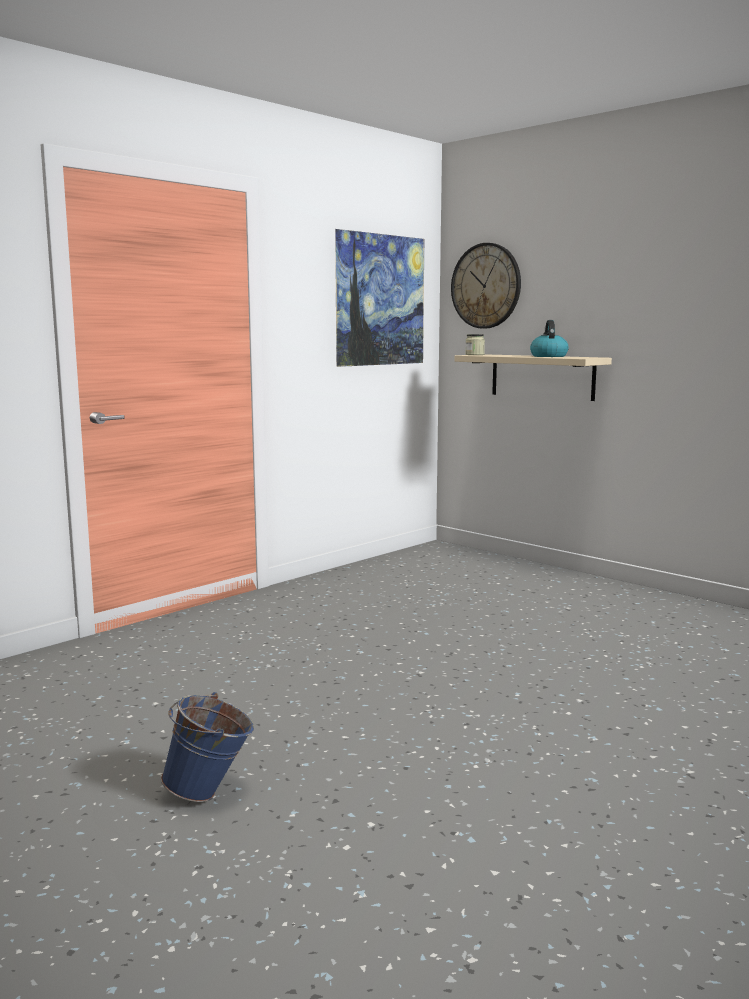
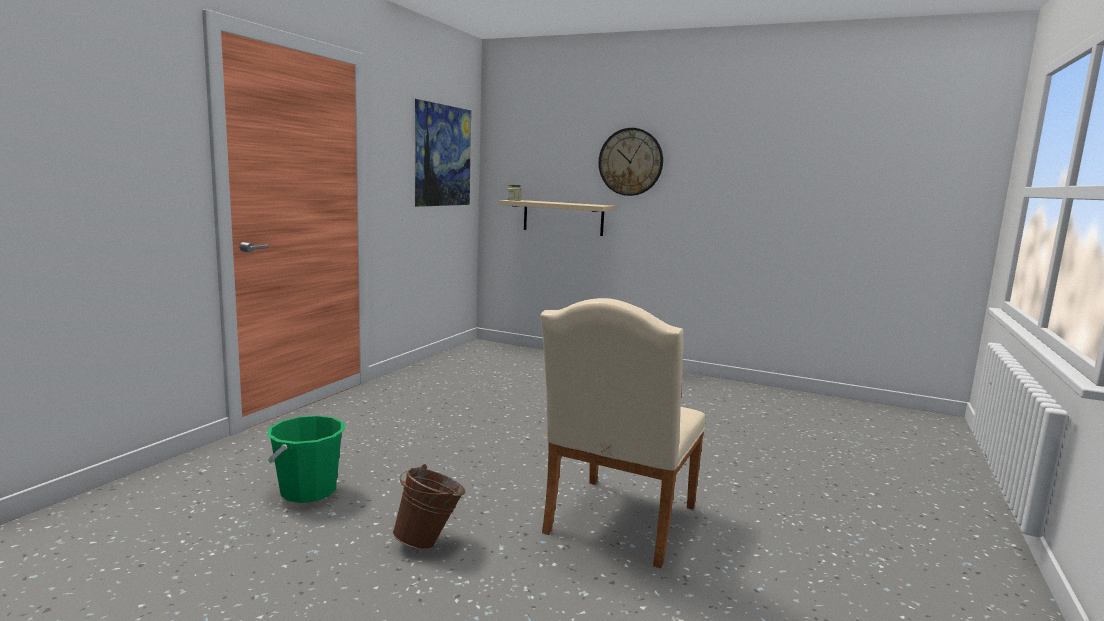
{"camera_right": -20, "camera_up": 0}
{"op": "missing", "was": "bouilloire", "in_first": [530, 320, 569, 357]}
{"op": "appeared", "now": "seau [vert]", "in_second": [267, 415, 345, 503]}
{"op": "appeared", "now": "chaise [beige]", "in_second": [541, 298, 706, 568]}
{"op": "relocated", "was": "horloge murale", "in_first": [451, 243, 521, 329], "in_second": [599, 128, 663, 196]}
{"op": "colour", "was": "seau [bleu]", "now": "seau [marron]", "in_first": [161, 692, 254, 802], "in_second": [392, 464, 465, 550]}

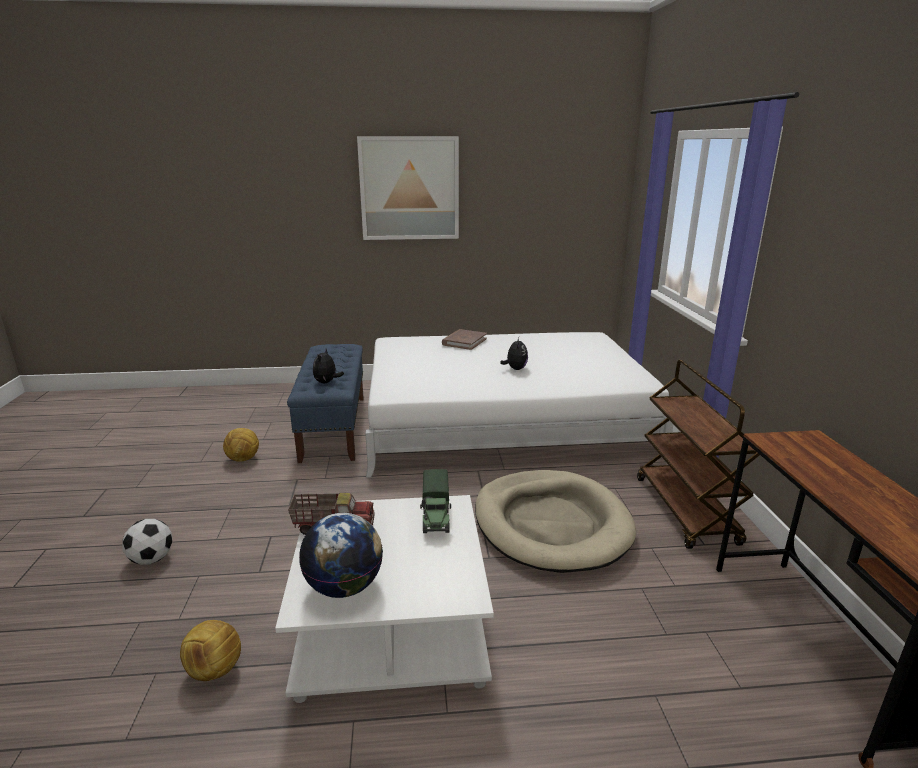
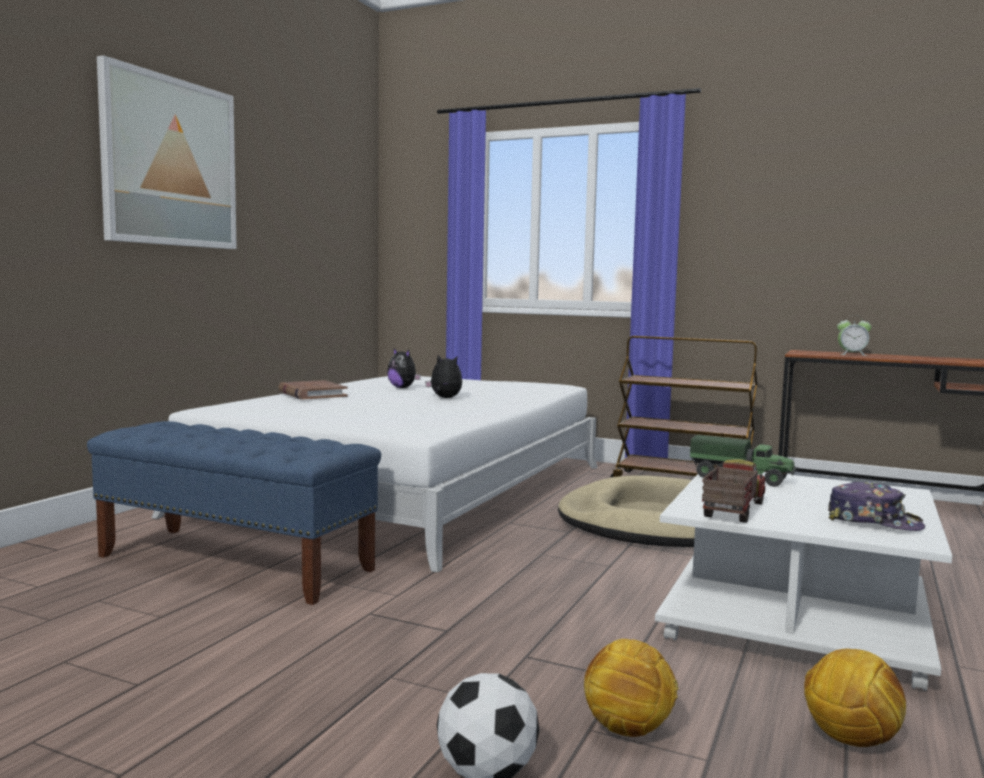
{"camera_right": -60, "camera_up": -15}
{"op": "appeared", "now": "réveil", "in_second": [837, 315, 872, 356]}
{"op": "relocated", "was": "ballon de foot", "in_first": [223, 428, 259, 461], "in_second": [584, 639, 679, 737]}
{"op": "relocated", "was": "peluche", "in_first": [313, 349, 344, 383], "in_second": [387, 348, 421, 388]}
{"op": "exchanged", "was": "globe", "now": "casquette", "in_first": [299, 513, 383, 598], "in_second": [828, 481, 925, 531]}

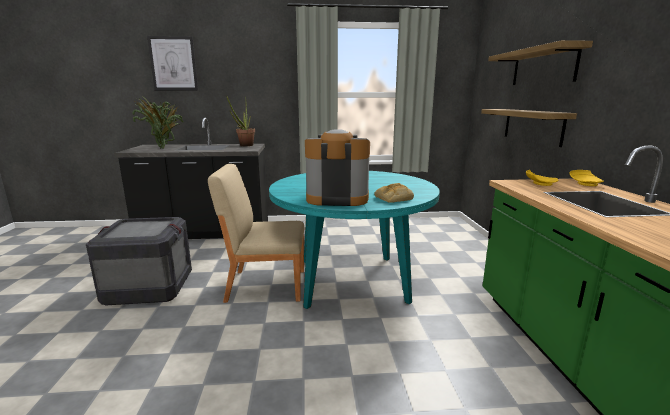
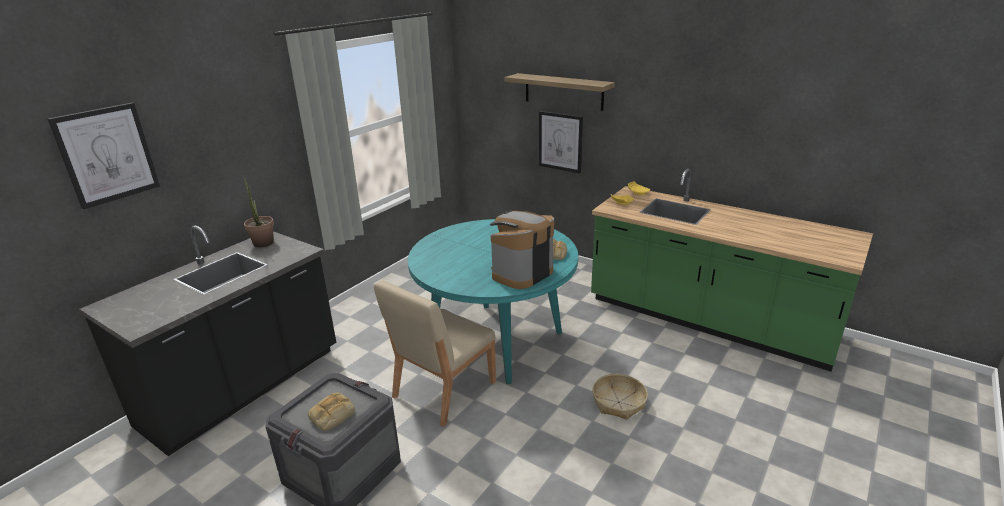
{"camera_right": -50, "camera_up": 10}
{"op": "missing", "was": "plante en pot", "in_first": [132, 97, 184, 149]}
{"op": "appeared", "now": "pain", "in_second": [308, 392, 355, 431]}
{"op": "appeared", "now": "panier", "in_second": [592, 374, 648, 420]}
{"op": "exchanged", "was": "étagère", "now": "tableau", "in_first": [481, 109, 577, 147], "in_second": [539, 111, 583, 174]}

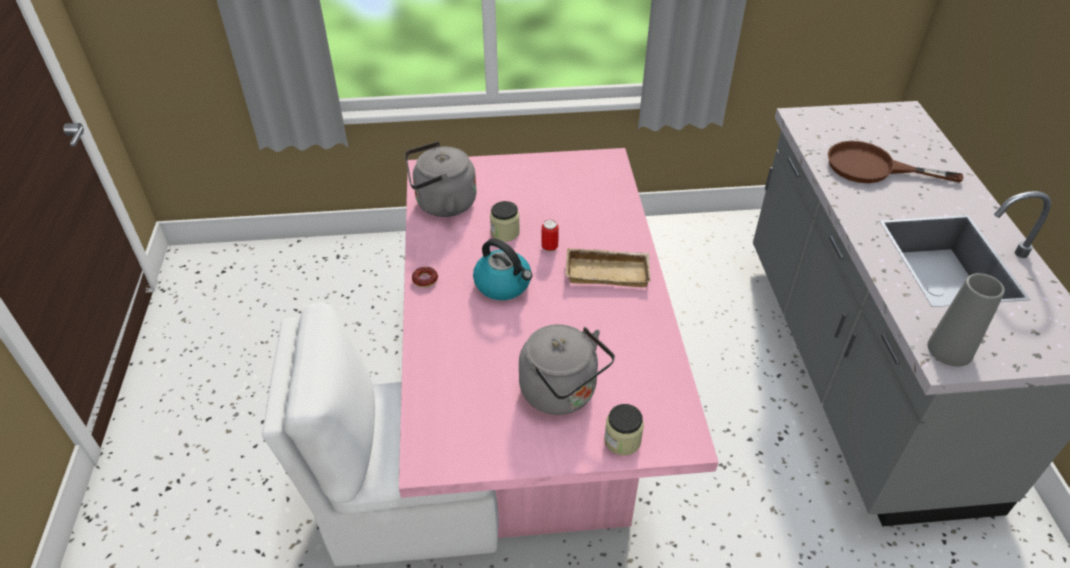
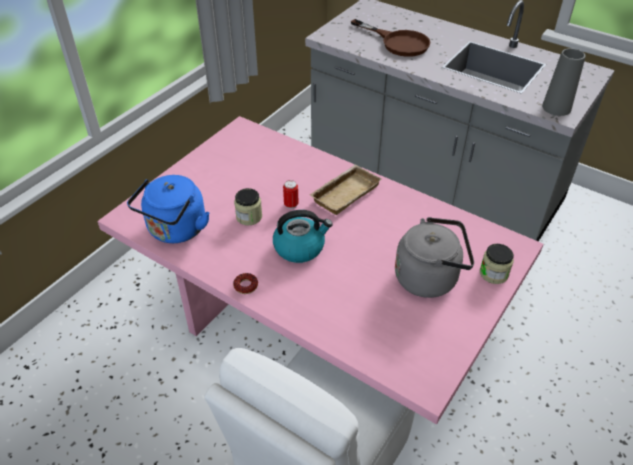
{"camera_right": -50, "camera_up": 0}
{"op": "colour", "was": "bouilloire [gris]", "now": "bouilloire [bleu]", "in_first": [405, 141, 477, 217], "in_second": [127, 175, 209, 243]}
{"op": "spun", "was": "poêle [marron]", "in_first": [828, 141, 963, 183], "in_second": [351, 19, 431, 57], "clockwise": -105}

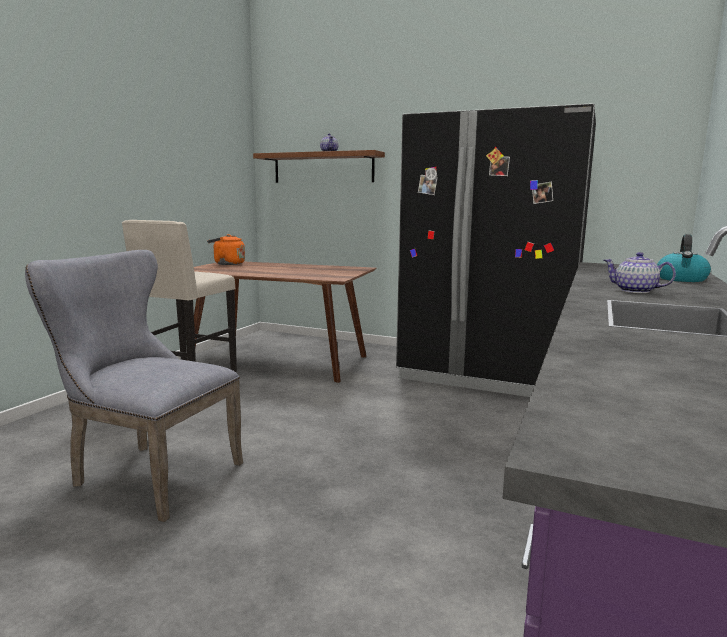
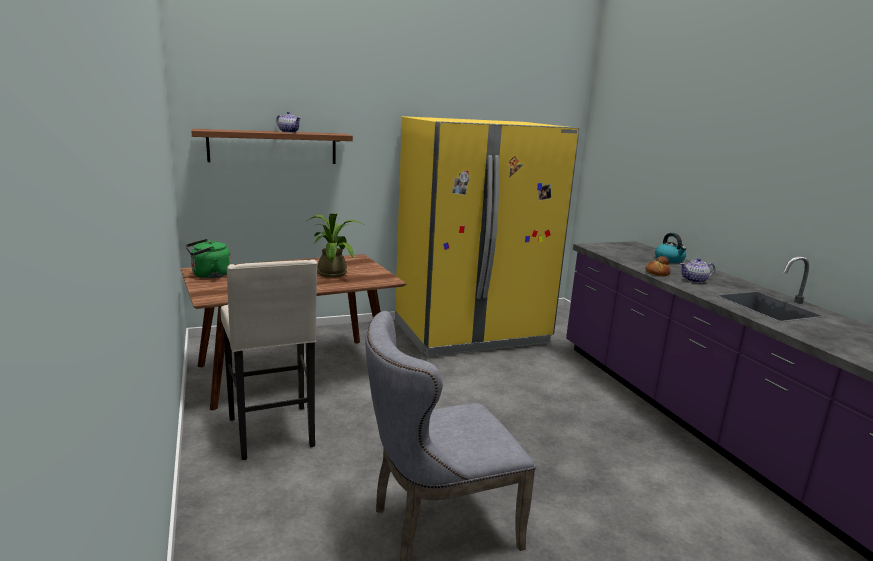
{"camera_right": -45, "camera_up": 5}
{"op": "appeared", "now": "plante en pot", "in_second": [305, 213, 364, 278]}
{"op": "appeared", "now": "pain", "in_second": [645, 256, 670, 276]}
{"op": "colour", "was": "bouilloire [orange]", "now": "bouilloire [vert]", "in_first": [207, 234, 245, 265], "in_second": [186, 239, 231, 279]}
{"op": "colour", "was": "réfrigérateur [noir]", "now": "réfrigérateur [jaune]", "in_first": [396, 103, 596, 397], "in_second": [395, 116, 580, 357]}

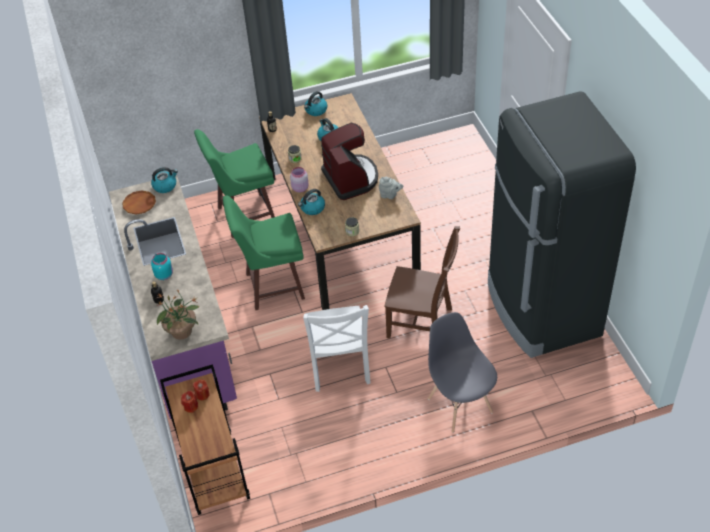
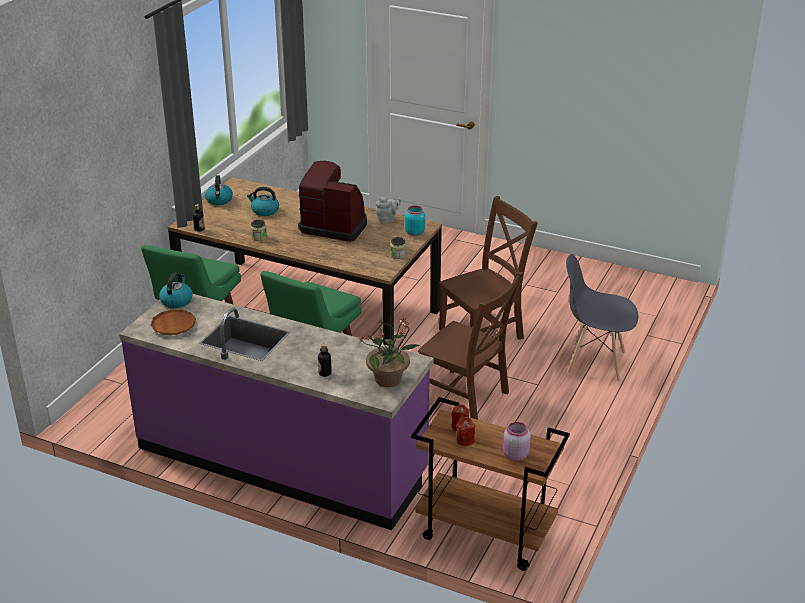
{"camera_right": -50, "camera_up": -15}
{"op": "missing", "was": "bouilloire", "in_first": [298, 189, 325, 215]}
{"op": "missing", "was": "réfrigérateur [noir]", "in_first": [488, 92, 636, 358]}
{"op": "relocated", "was": "bocal [turquoise]", "in_first": [151, 253, 173, 280], "in_second": [405, 205, 425, 236]}
{"op": "relocated", "was": "bocal [rose]", "in_first": [290, 167, 309, 192], "in_second": [503, 422, 530, 461]}
{"op": "colour", "was": "chaise [blanc]", "now": "chaise [marron]", "in_first": [303, 305, 371, 392], "in_second": [418, 271, 523, 420]}

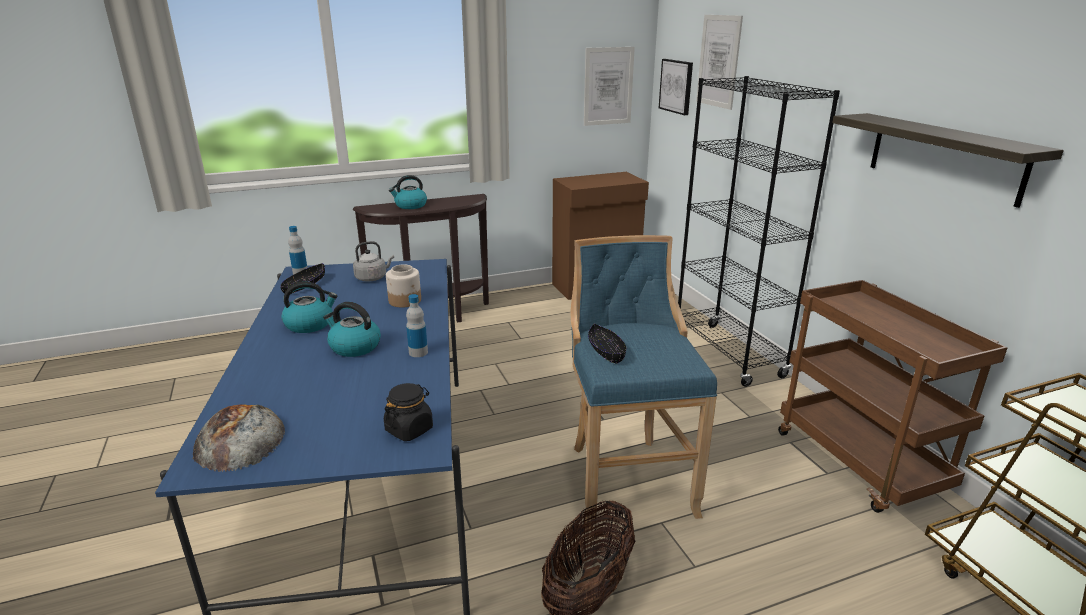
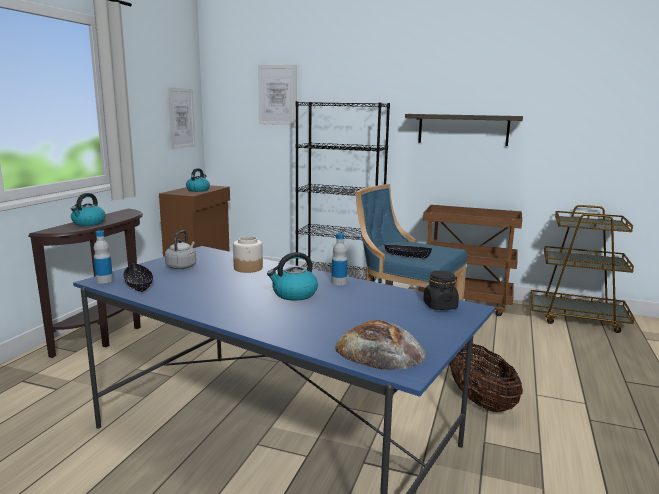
{"camera_right": -50, "camera_up": -10}
{"op": "missing", "was": "tableau", "in_first": [659, 59, 693, 115]}
{"op": "relocated", "was": "bouilloire", "in_first": [281, 282, 337, 333], "in_second": [186, 168, 210, 192]}

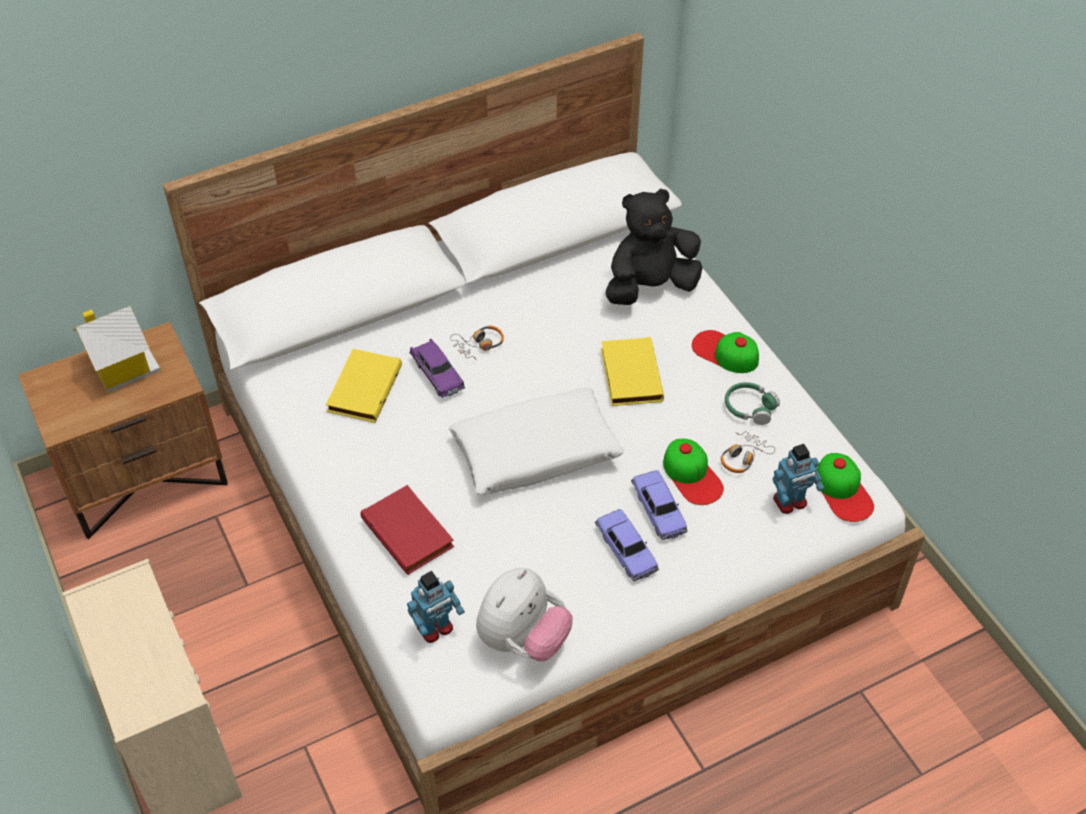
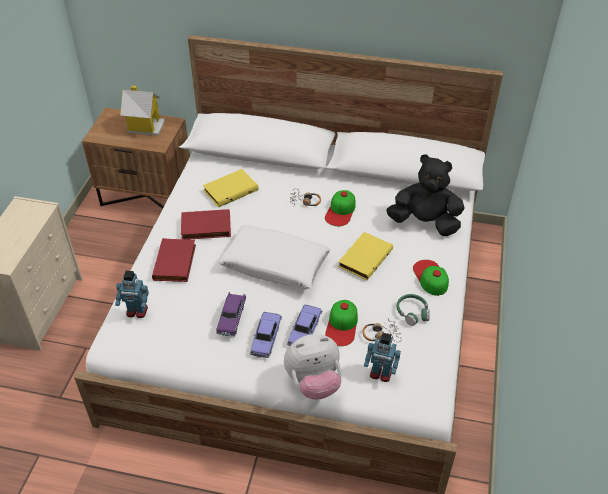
{"camera_right": 40, "camera_up": -5}
{"op": "appeared", "now": "livre [rouge]", "in_second": [181, 209, 231, 240]}
{"op": "relocated", "was": "petite voiture [violet]", "in_first": [409, 339, 465, 398], "in_second": [216, 292, 246, 336]}
{"op": "relocated", "was": "peluche", "in_first": [476, 568, 573, 661], "in_second": [284, 334, 342, 399]}
{"op": "relocated", "was": "casquette", "in_first": [817, 453, 874, 522], "in_second": [325, 190, 355, 226]}

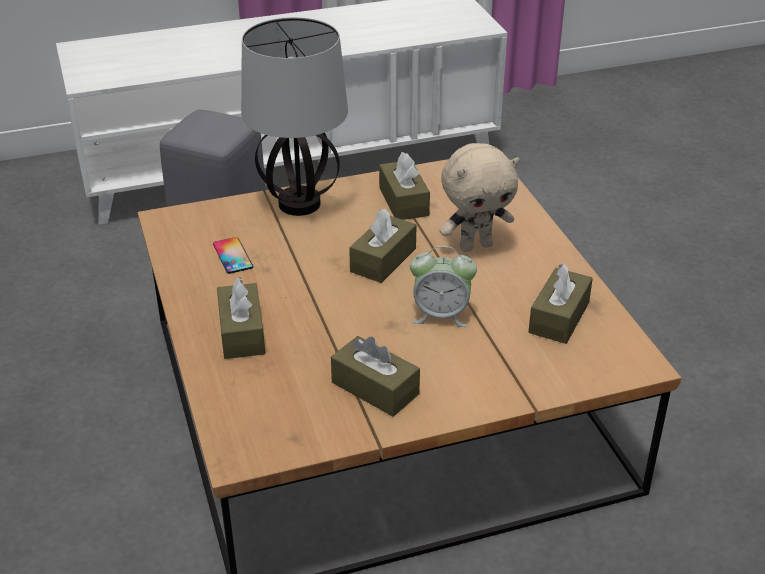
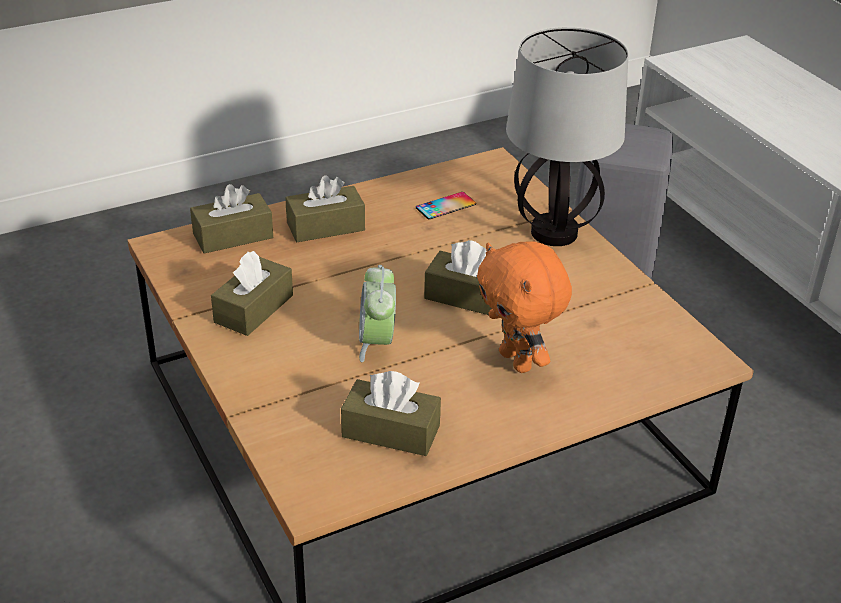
{"camera_right": 80, "camera_up": 0}
{"op": "relocated", "was": "boîte à mouchoirs [marron]", "in_first": [379, 152, 430, 220], "in_second": [190, 184, 273, 254]}
{"op": "colour", "was": "peluche [beige]", "now": "peluche [orange]", "in_first": [439, 143, 519, 252], "in_second": [477, 242, 572, 373]}

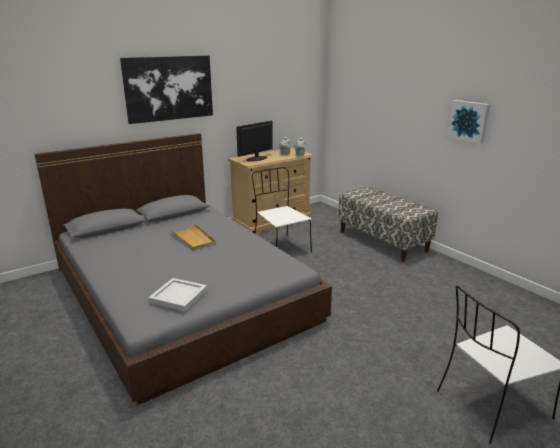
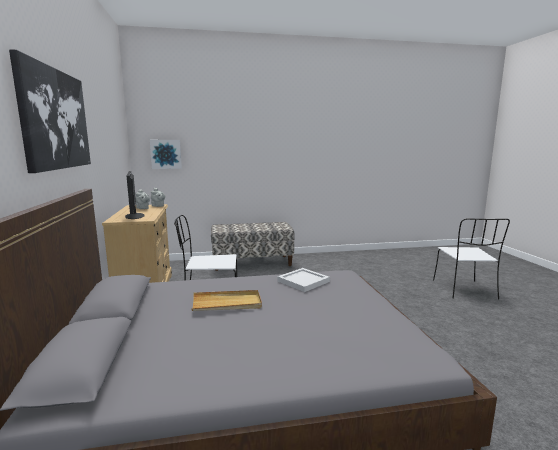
{"camera_right": -65, "camera_up": -10}
{"op": "relocated", "was": "plateau [blanc]", "in_first": [148, 278, 207, 312], "in_second": [277, 268, 330, 292]}
{"op": "relocated", "was": "tableau", "in_first": [448, 100, 490, 144], "in_second": [150, 140, 182, 169]}

